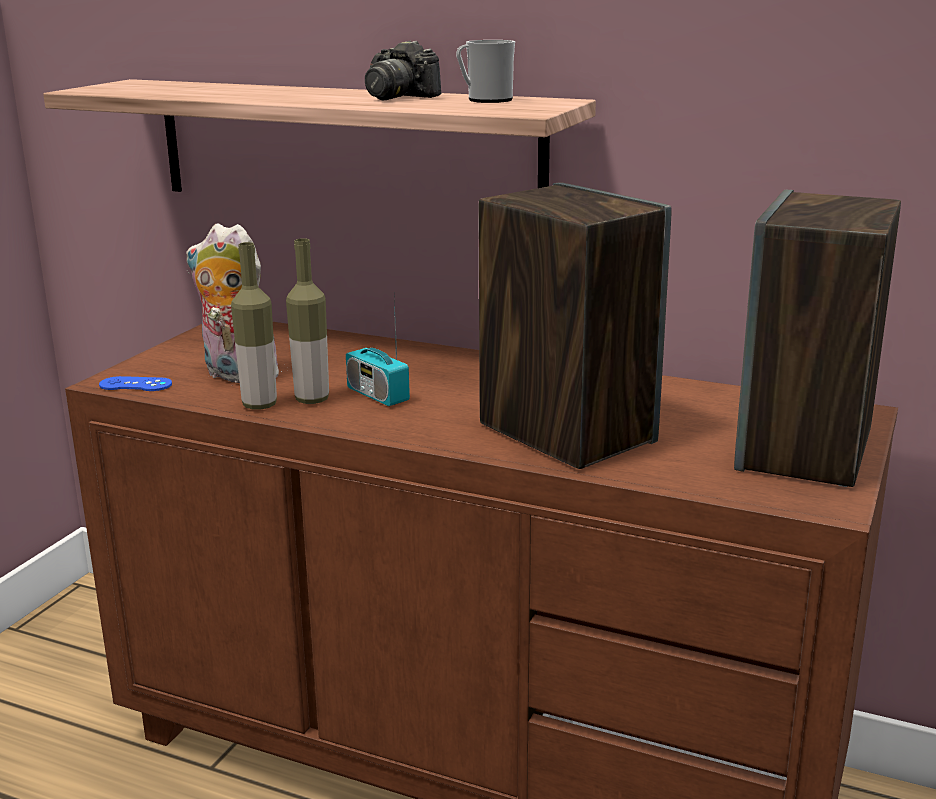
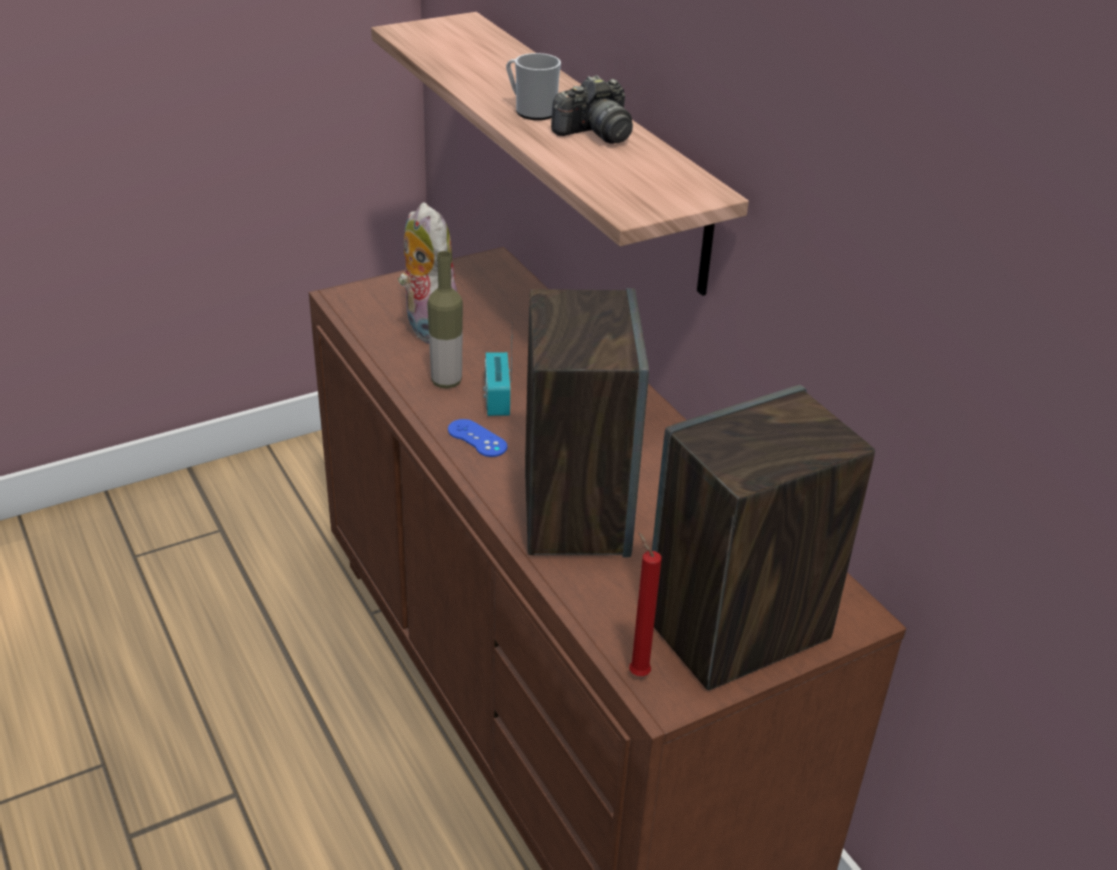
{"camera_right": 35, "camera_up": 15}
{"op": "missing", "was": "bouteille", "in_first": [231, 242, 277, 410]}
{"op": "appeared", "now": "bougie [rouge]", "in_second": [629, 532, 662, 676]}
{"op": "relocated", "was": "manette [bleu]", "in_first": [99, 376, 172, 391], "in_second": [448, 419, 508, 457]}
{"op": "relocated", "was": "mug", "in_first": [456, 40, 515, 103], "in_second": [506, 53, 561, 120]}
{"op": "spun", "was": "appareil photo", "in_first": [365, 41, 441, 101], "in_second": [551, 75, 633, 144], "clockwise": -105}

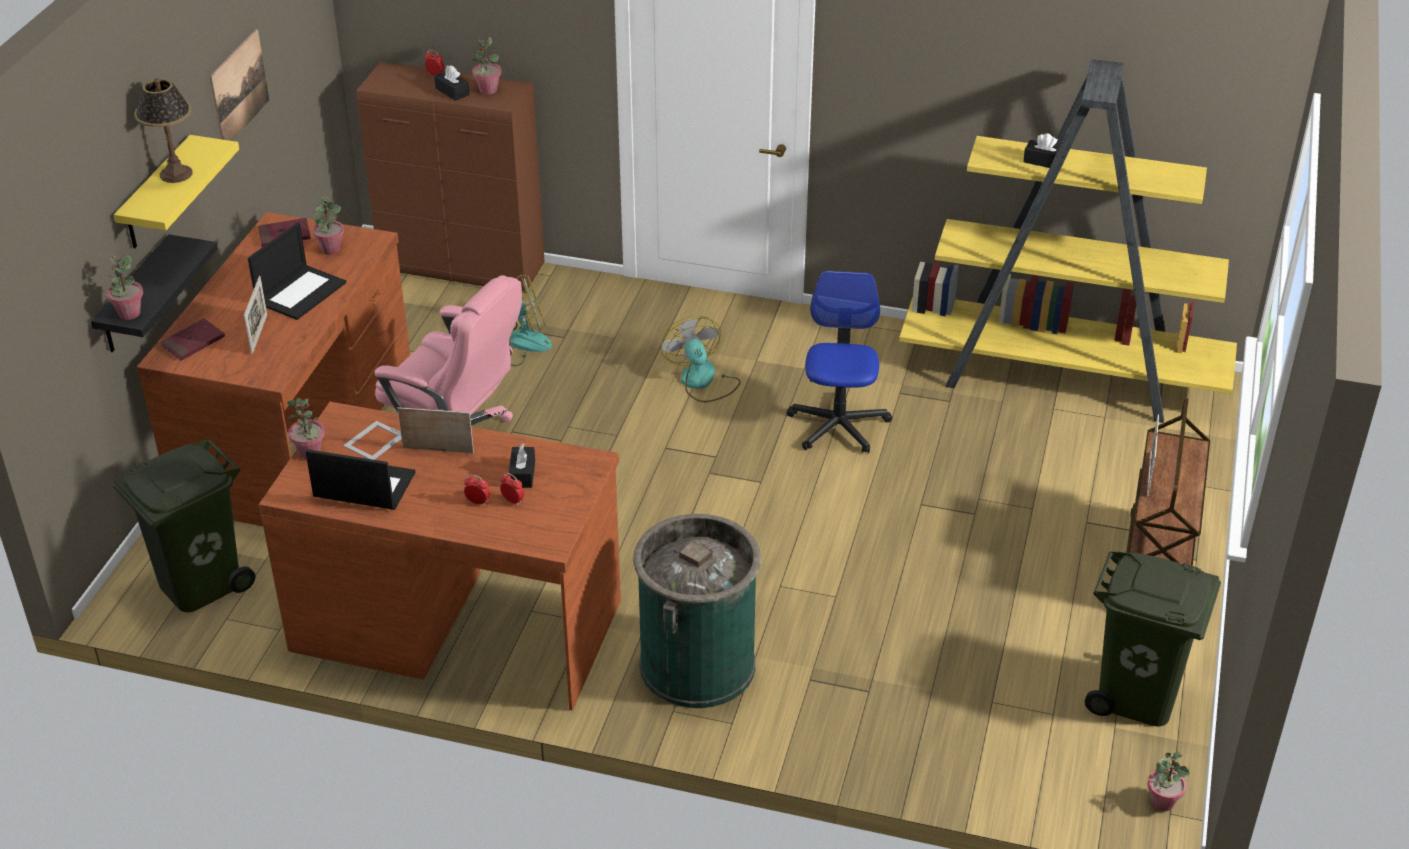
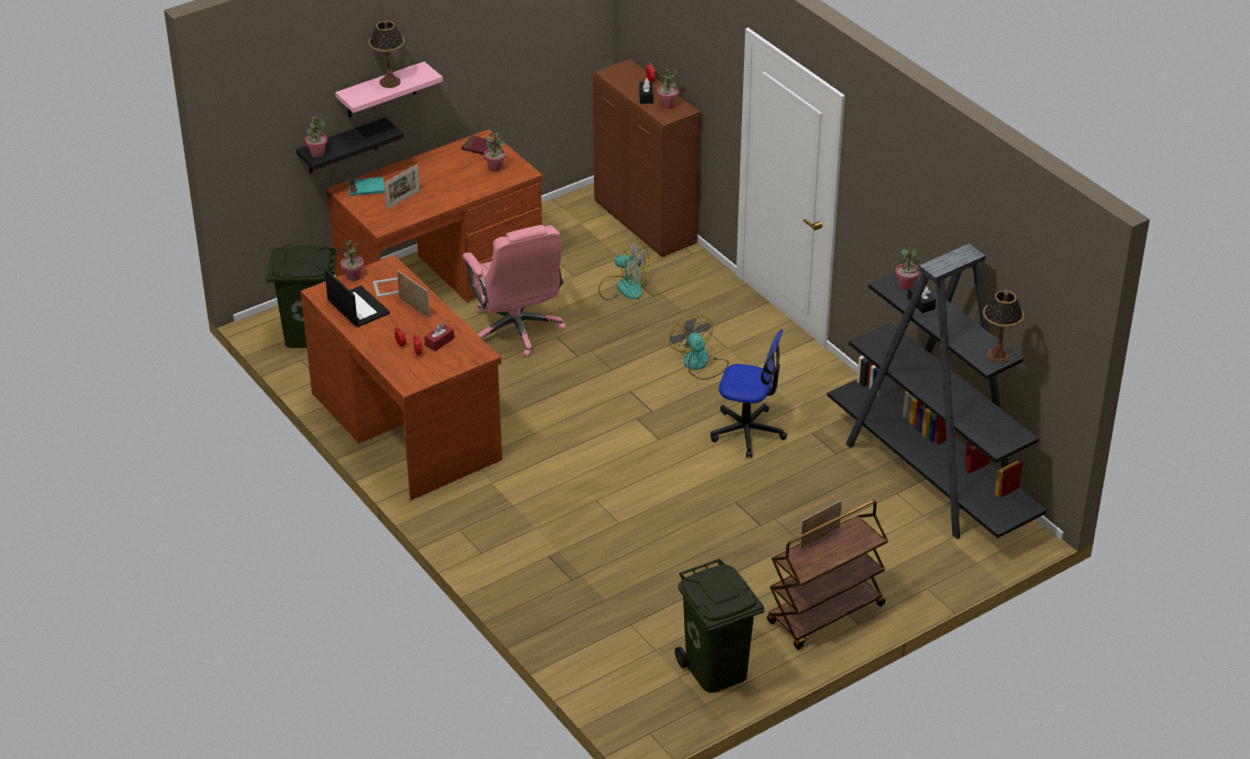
{"camera_right": 40, "camera_up": 0}
{"op": "missing", "was": "tableau", "in_first": [210, 29, 270, 141]}
{"op": "missing", "was": "ordinateur portable", "in_first": [248, 223, 346, 320]}
{"op": "missing", "was": "poubelle [vert]", "in_first": [633, 514, 761, 708]}
{"op": "appeared", "now": "lampe de table", "in_second": [983, 291, 1024, 364]}
{"op": "relocated", "was": "plante en pot", "in_first": [1147, 752, 1190, 811], "in_second": [896, 247, 920, 290]}
{"op": "colour", "was": "étagère [jaune]", "now": "étagère [rose]", "in_first": [114, 135, 239, 248], "in_second": [335, 61, 443, 117]}
{"op": "colour", "was": "livre [rouge]", "now": "livre [turquoise]", "in_first": [161, 318, 225, 361], "in_second": [349, 177, 384, 196]}
{"op": "colour", "was": "boîte à mouchoirs [noir]", "now": "boîte à mouchoirs [rouge]", "in_first": [508, 444, 535, 488], "in_second": [424, 323, 454, 351]}
{"op": "colour", "was": "bibliothèque [jaune]", "now": "bibliothèque [noir]", "in_first": [899, 59, 1237, 423], "in_second": [827, 244, 1047, 539]}
{"op": "spun", "was": "ventilateur", "in_first": [661, 316, 741, 403], "in_second": [669, 315, 729, 380], "clockwise": -45}
{"op": "spun", "was": "chaise de bureau", "in_first": [786, 271, 892, 453], "in_second": [710, 329, 787, 458], "clockwise": 60}

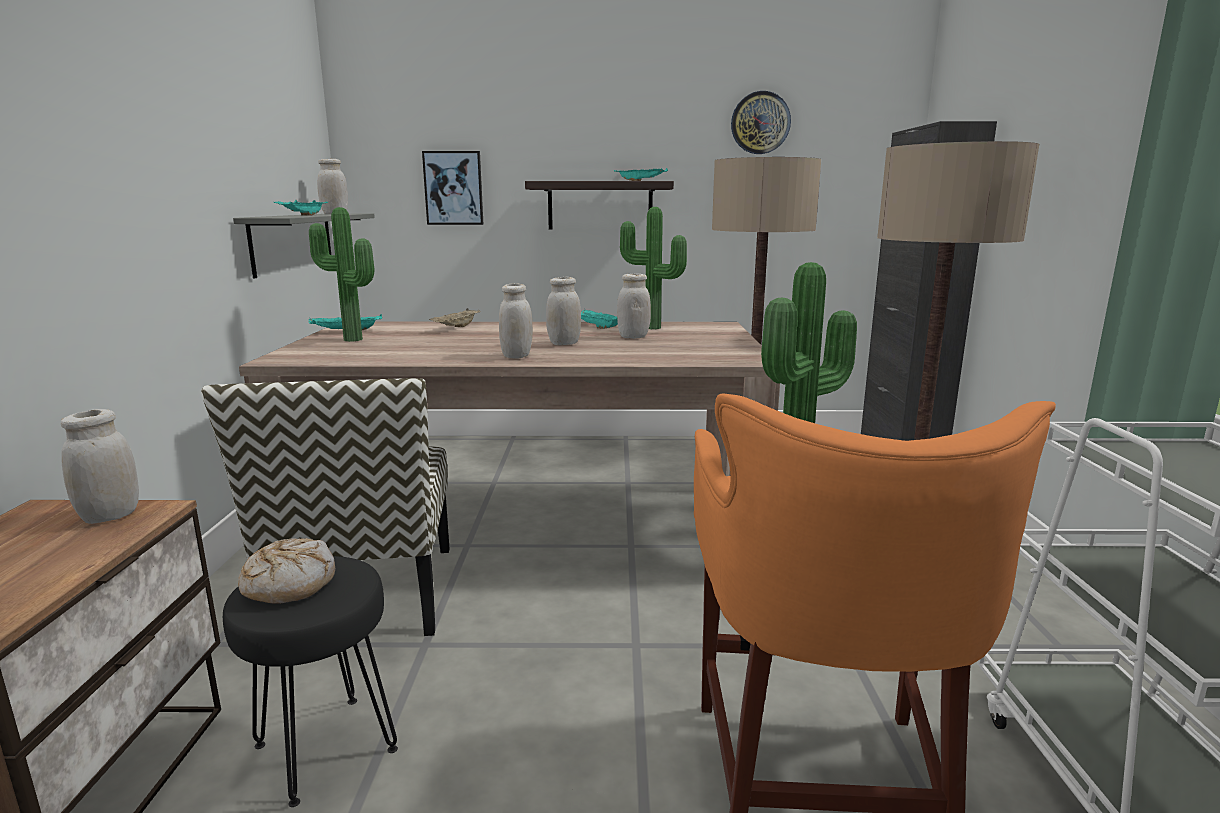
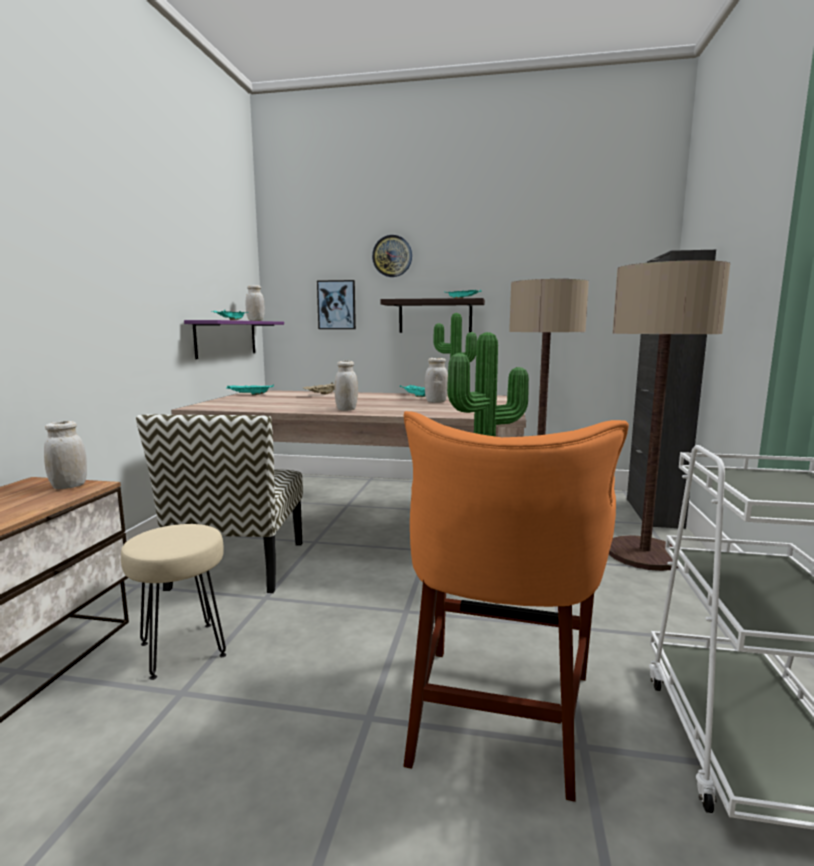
{"camera_right": 10, "camera_up": -5}
{"op": "missing", "was": "pain", "in_first": [238, 538, 335, 604]}
{"op": "missing", "was": "plante en pot", "in_first": [309, 207, 374, 342]}
{"op": "missing", "was": "bocal [blanc]", "in_first": [546, 277, 581, 345]}
{"op": "relocated", "was": "horloge murale", "in_first": [731, 91, 791, 154], "in_second": [372, 235, 412, 277]}
{"op": "colour", "was": "tabouret [noir]", "now": "tabouret [beige]", "in_first": [223, 556, 398, 807], "in_second": [121, 524, 226, 680]}
{"op": "colour", "was": "étagère [gris]", "now": "étagère [violet]", "in_first": [233, 213, 375, 278], "in_second": [184, 320, 284, 359]}

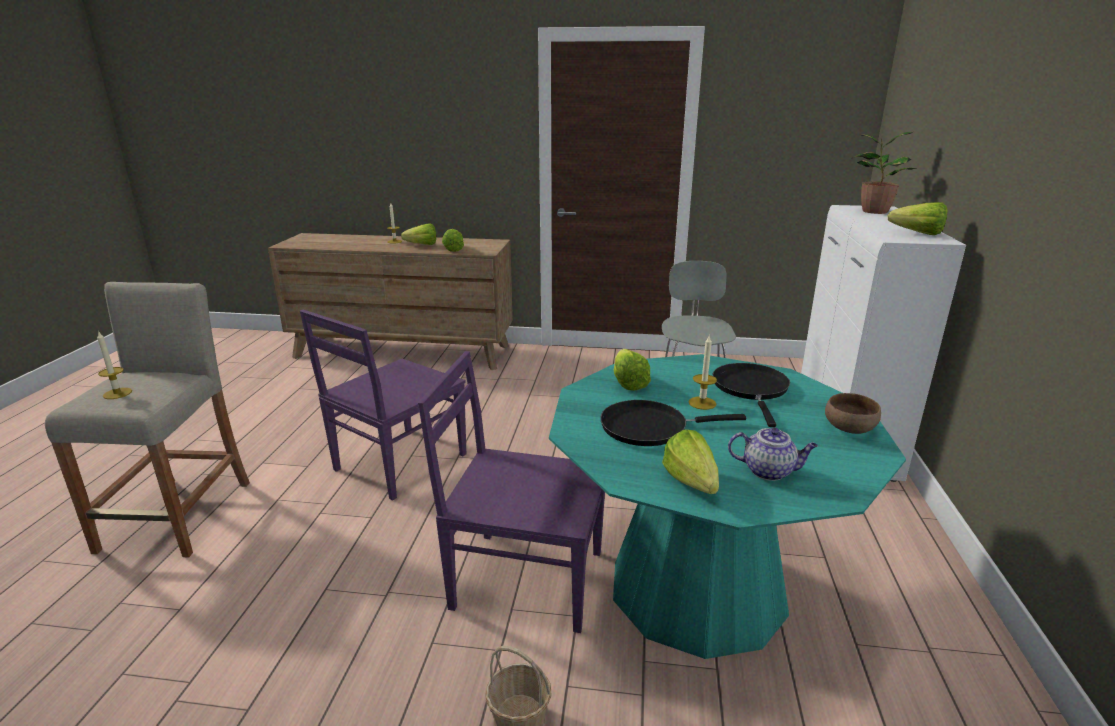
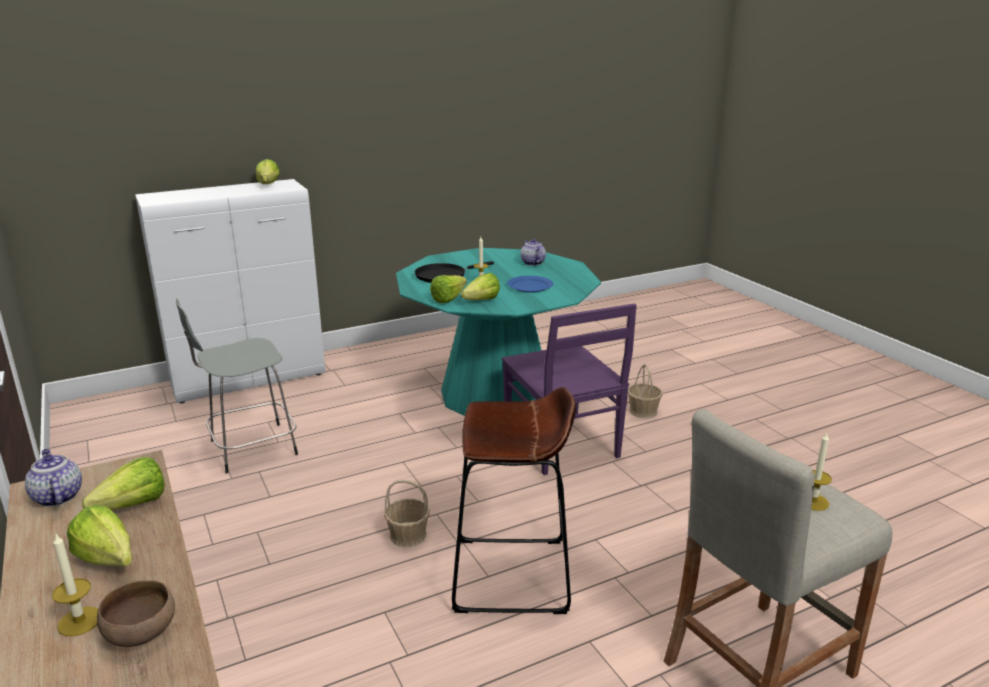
{"camera_right": -125, "camera_up": 0}
{"op": "missing", "was": "plante en pot", "in_first": [851, 131, 916, 214]}
{"op": "appeared", "now": "théière", "in_second": [25, 449, 82, 507]}
{"op": "appeared", "now": "panier", "in_second": [384, 479, 430, 547]}
{"op": "relocated", "was": "laitue", "in_first": [662, 430, 719, 494], "in_second": [430, 275, 467, 303]}
{"op": "relocated", "was": "bol [marron]", "in_first": [825, 393, 881, 434], "in_second": [97, 580, 175, 647]}
{"op": "exchanged", "was": "chaise [violet]", "now": "tabouret [marron]", "in_first": [300, 310, 466, 501], "in_second": [452, 387, 576, 614]}
{"op": "exchanged", "was": "poêle [noir]", "now": "assiette [bleu]", "in_first": [600, 400, 746, 446], "in_second": [507, 276, 553, 292]}

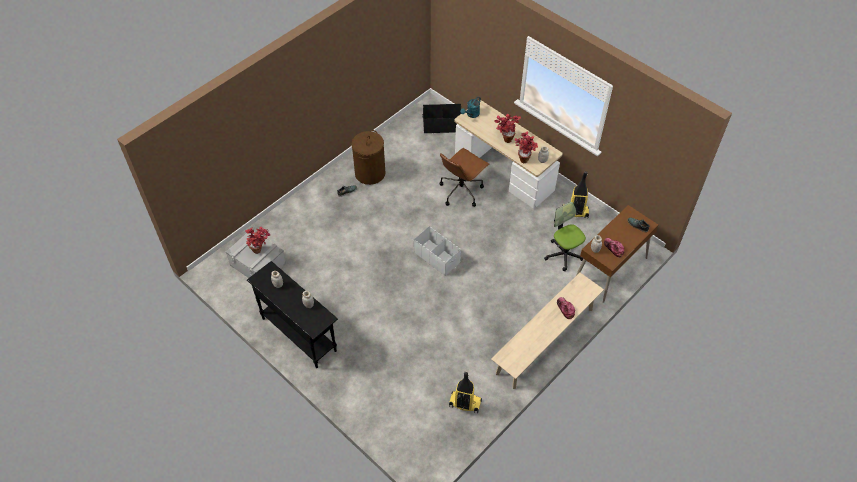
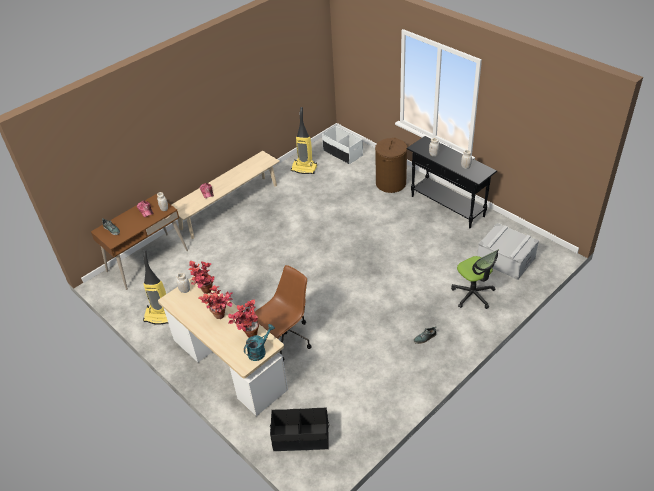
{"camera_right": -175, "camera_up": -10}
{"op": "relocated", "was": "plante en pot", "in_first": [245, 227, 270, 254], "in_second": [228, 300, 259, 337]}
{"op": "relocated", "was": "panier à linge [marron]", "in_first": [352, 130, 385, 185], "in_second": [375, 138, 407, 193]}
{"op": "relocated", "was": "boîte de rangement [blanc]", "in_first": [414, 226, 461, 276], "in_second": [322, 126, 363, 164]}
{"op": "relocated", "was": "chaise de bureau", "in_first": [544, 202, 586, 271], "in_second": [451, 249, 499, 309]}

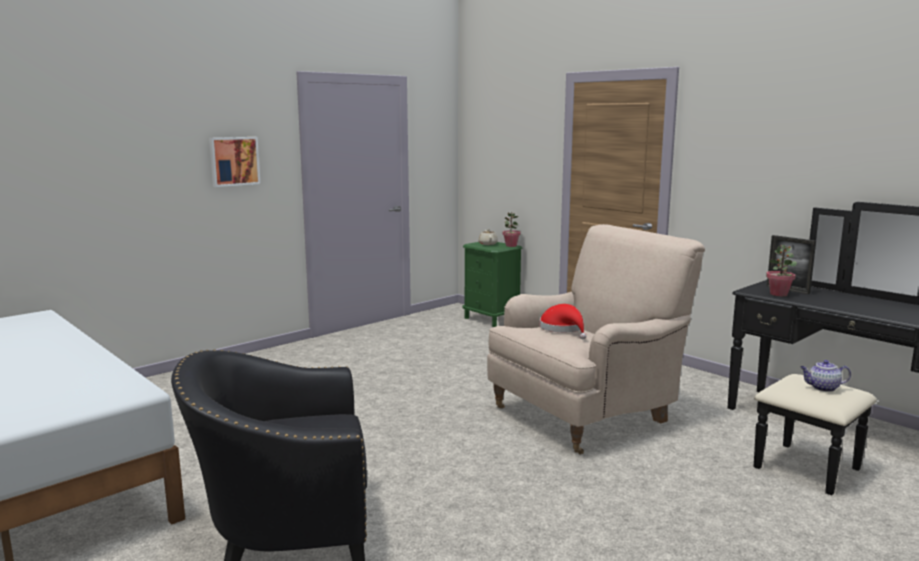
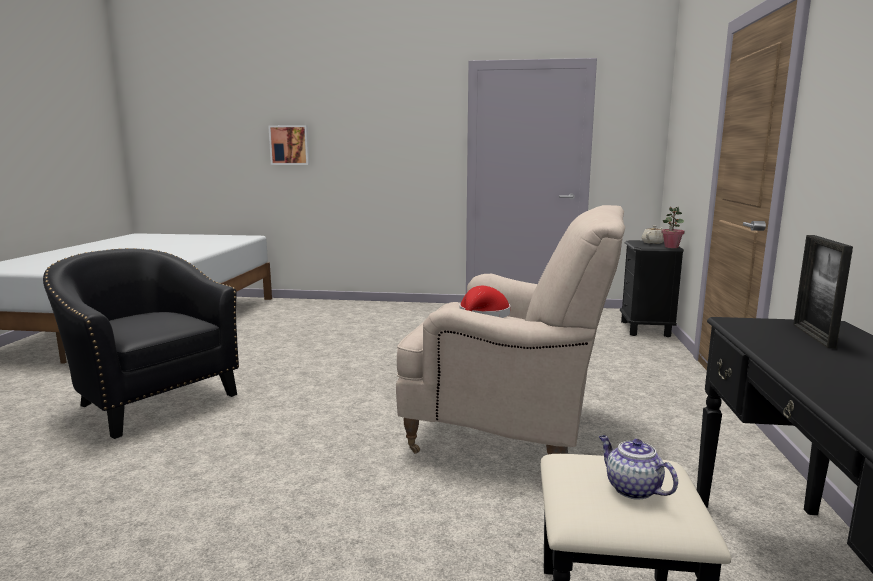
{"camera_right": 50, "camera_up": 0}
{"op": "missing", "was": "plante en pot", "in_first": [766, 245, 797, 296]}
{"op": "relocated", "was": "tableau", "in_first": [209, 137, 261, 187], "in_second": [268, 125, 310, 165]}
{"op": "colour", "was": "table de chevet [vert]", "now": "table de chevet [noir]", "in_first": [463, 242, 522, 327], "in_second": [620, 240, 684, 337]}

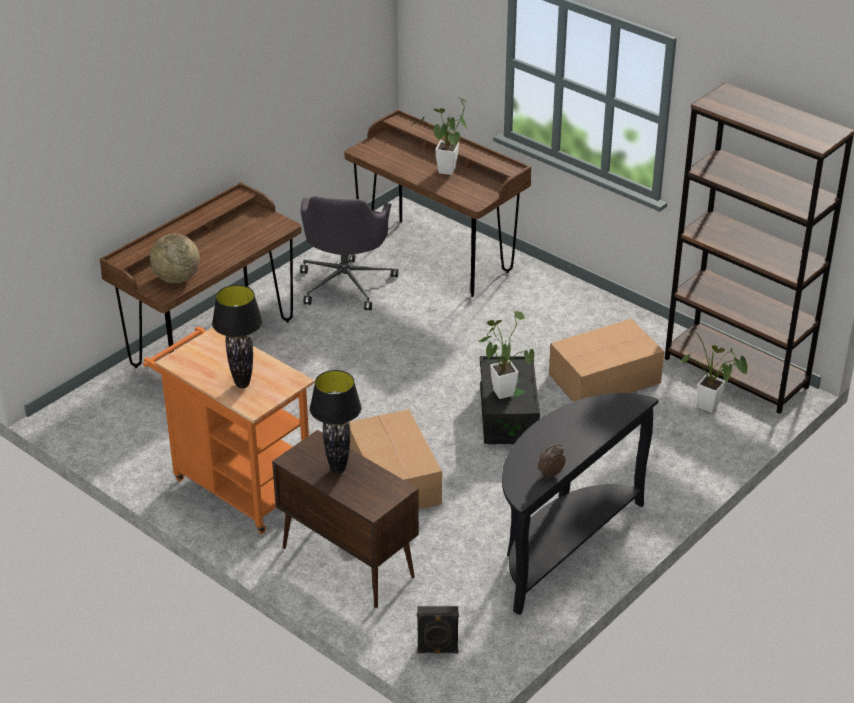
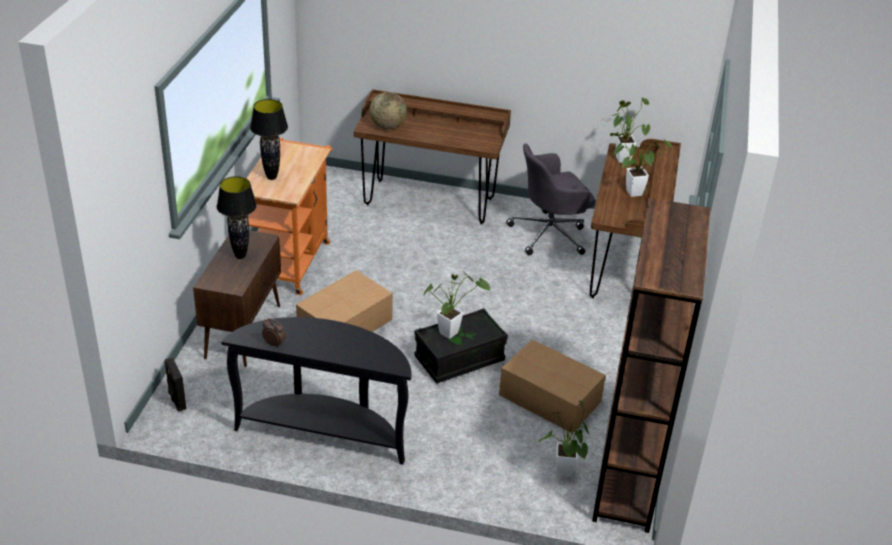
{"camera_right": 60, "camera_up": 0}
{"op": "appeared", "now": "plante en pot", "in_second": [612, 98, 650, 163]}

